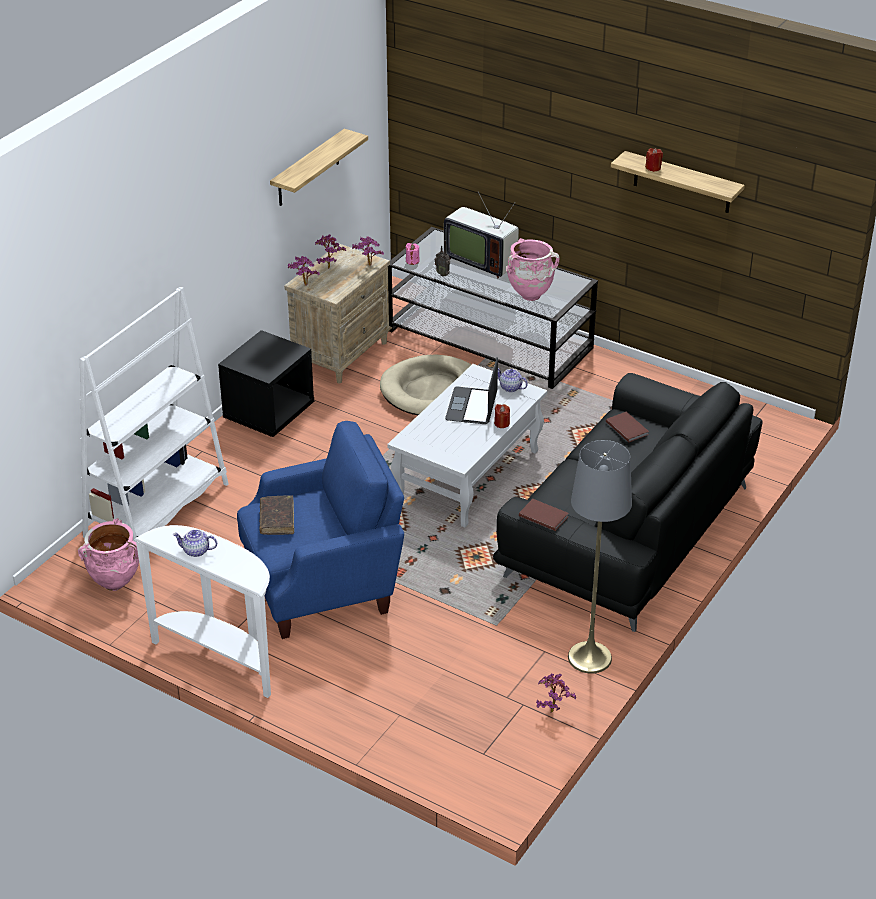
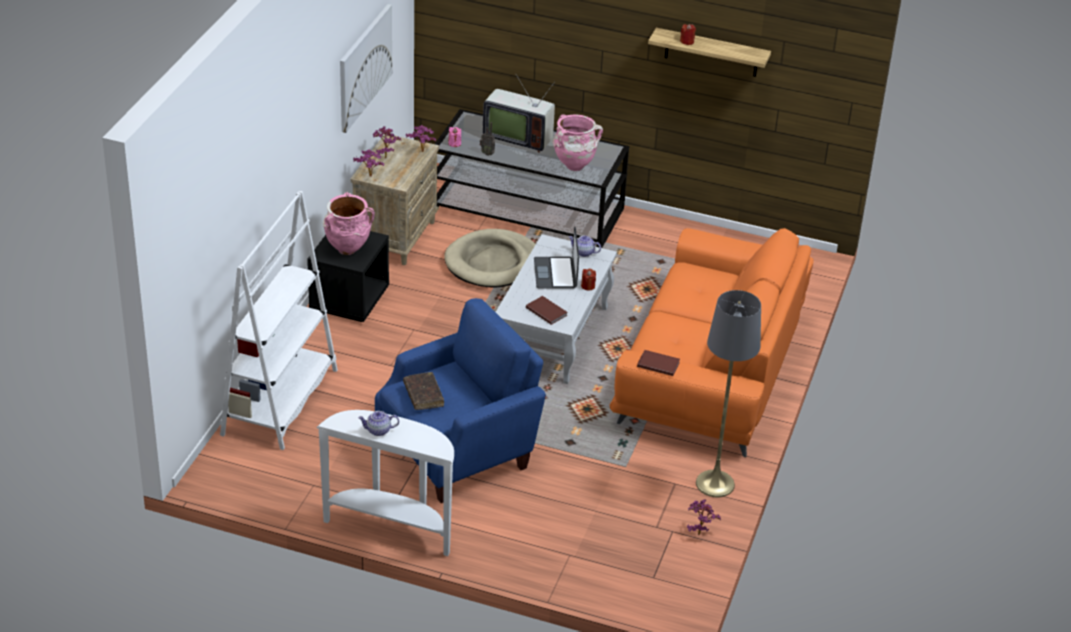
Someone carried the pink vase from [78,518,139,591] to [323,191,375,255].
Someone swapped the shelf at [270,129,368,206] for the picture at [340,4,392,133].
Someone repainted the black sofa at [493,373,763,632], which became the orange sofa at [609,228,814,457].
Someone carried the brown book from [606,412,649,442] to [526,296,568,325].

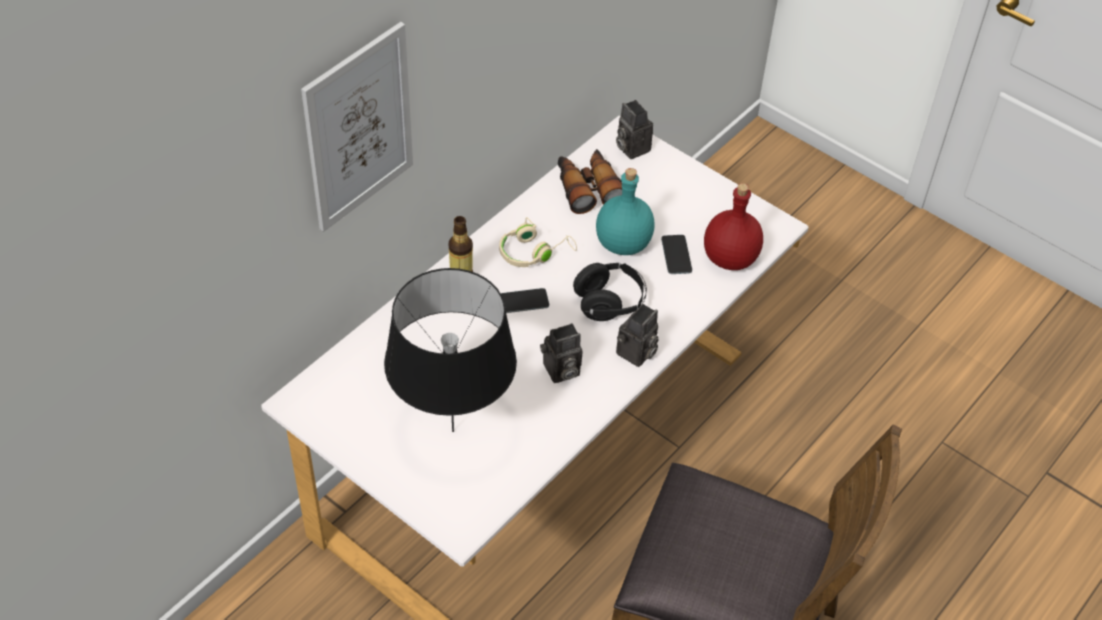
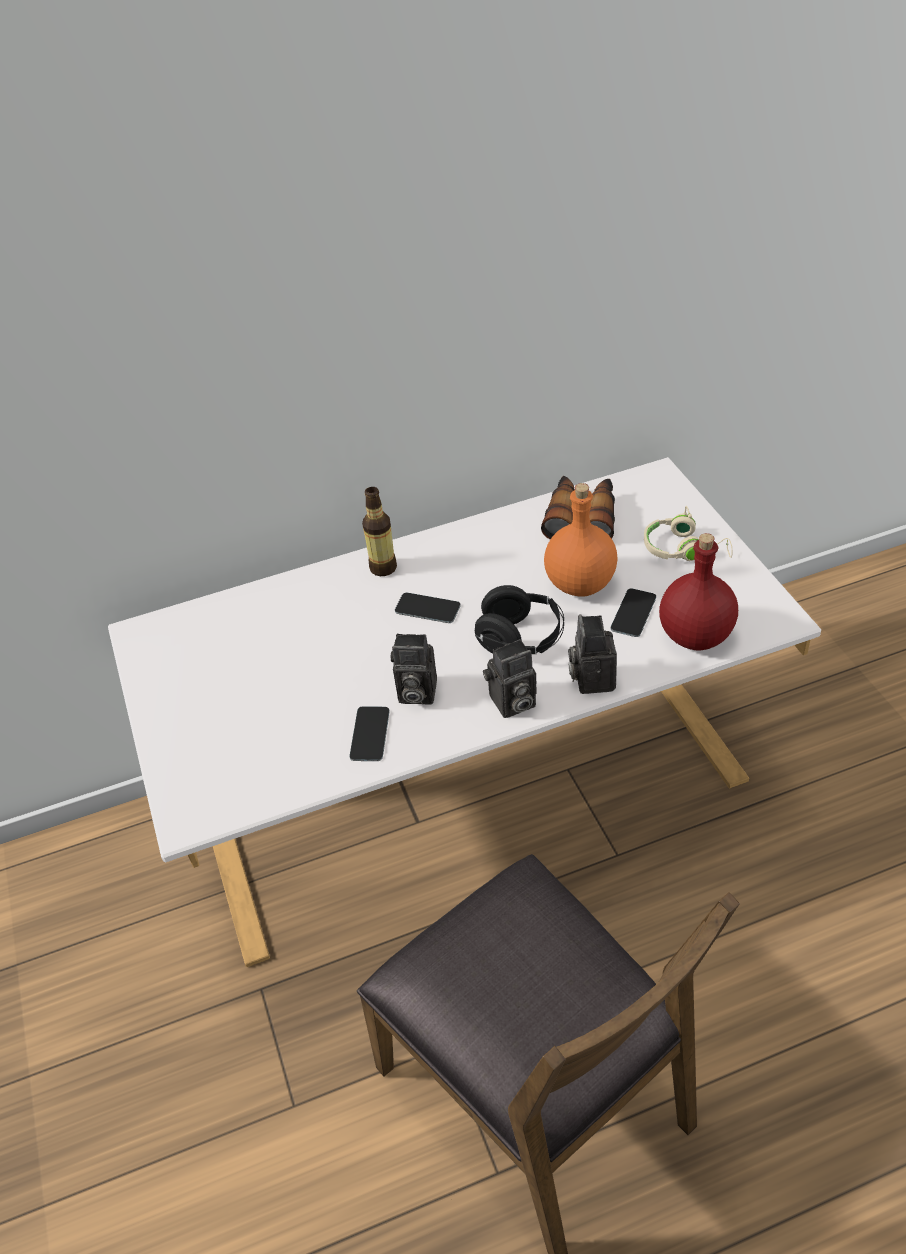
Someone took away the picture at [301,22,413,232].
Someone took away the black table lamp at [384,268,517,432].
Someone carried the beige headphones from [499,217,577,267] to [644,506,732,561].
Someone repainted the turquoise bottle at [596,168,654,255], which became the orange bottle at [544,483,618,597].
Someone carried the photo camera from [616,100,653,159] to [568,614,617,694].
Someone put down the phone at [349,706,390,761].

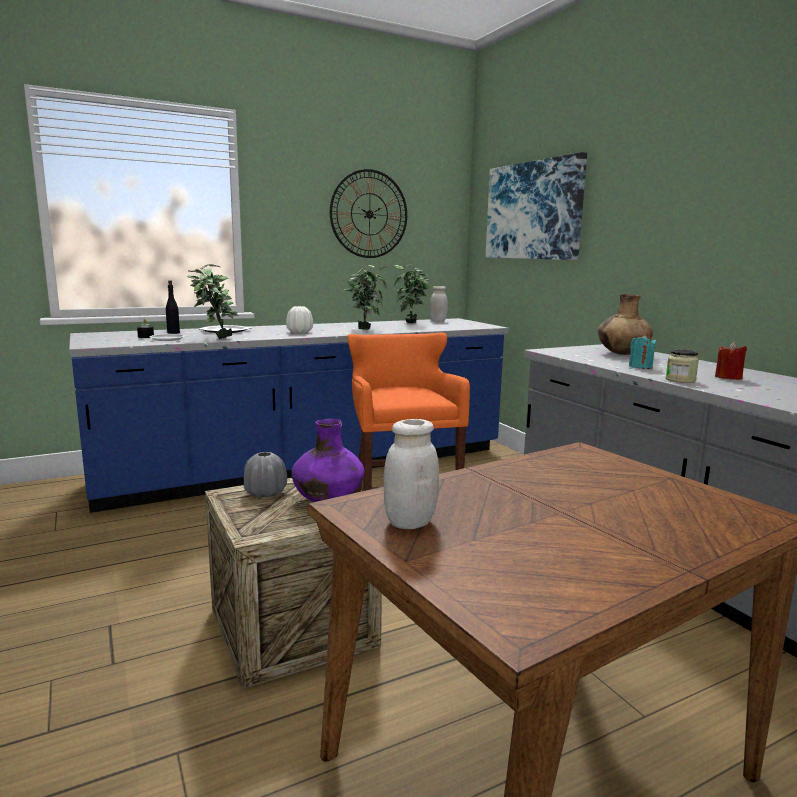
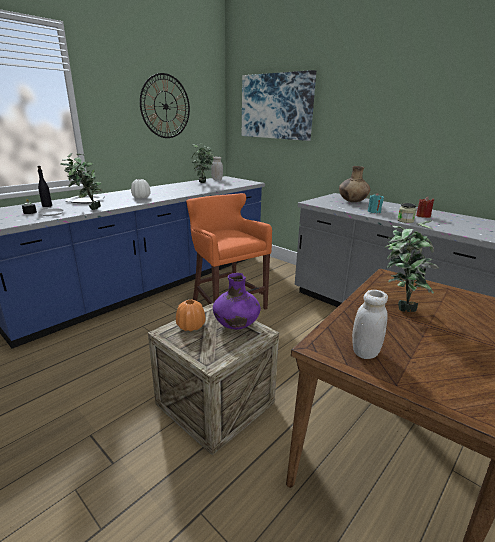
Someone repainted the grey vase at [244,452,287,498], which became the orange vase at [176,300,206,331].
Someone carried the potted plant from [344,265,388,330] to [385,220,439,312].

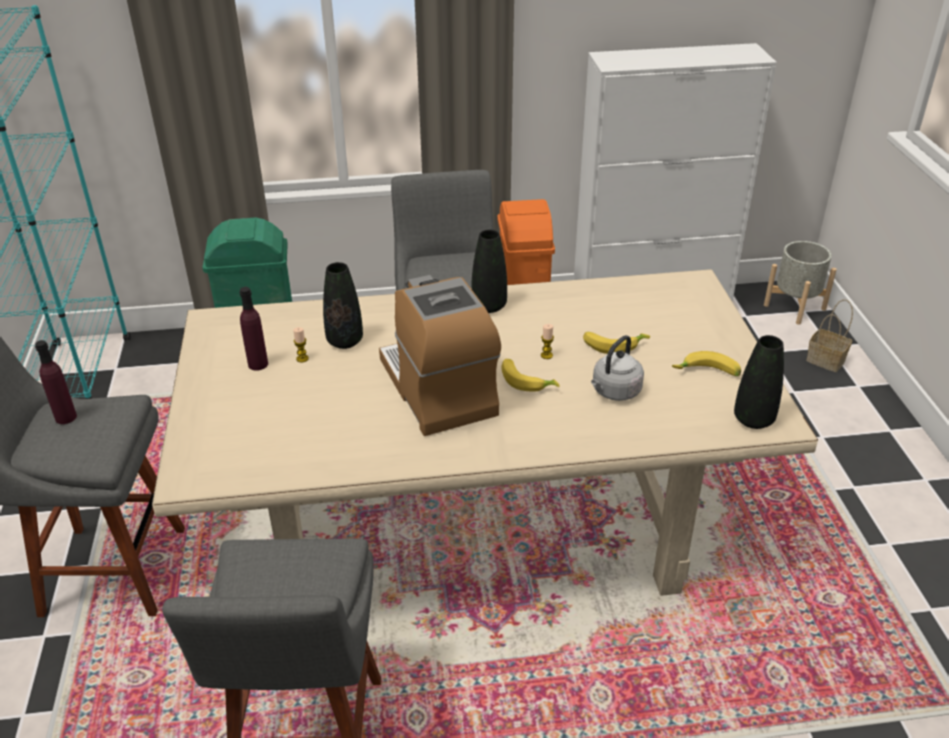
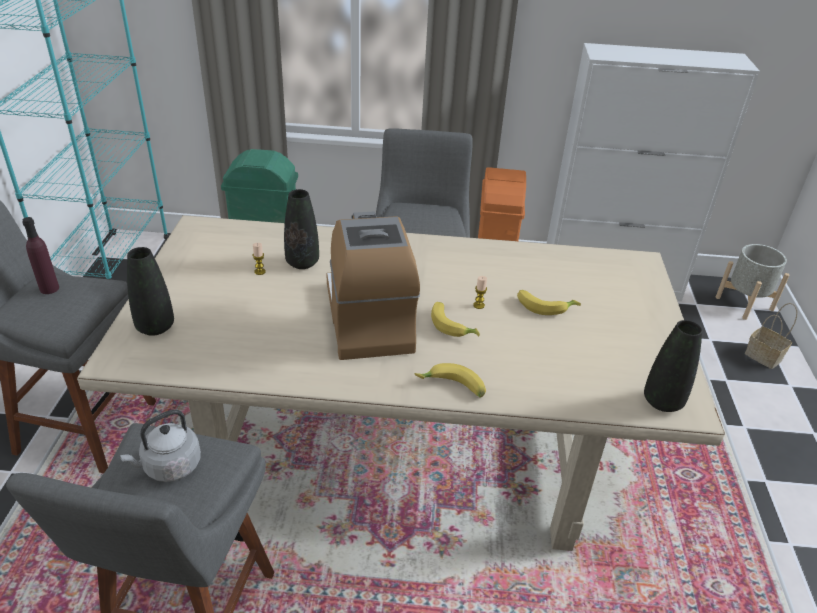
Someone took away the purple bottle at [240,287,268,371].
Someone carried the black vase from [471,229,507,313] to [127,247,174,336].
Someone carried the grey kettle from [591,335,644,401] to [120,409,201,482].
Someone carried the banana from [672,351,741,376] to [415,363,486,398].

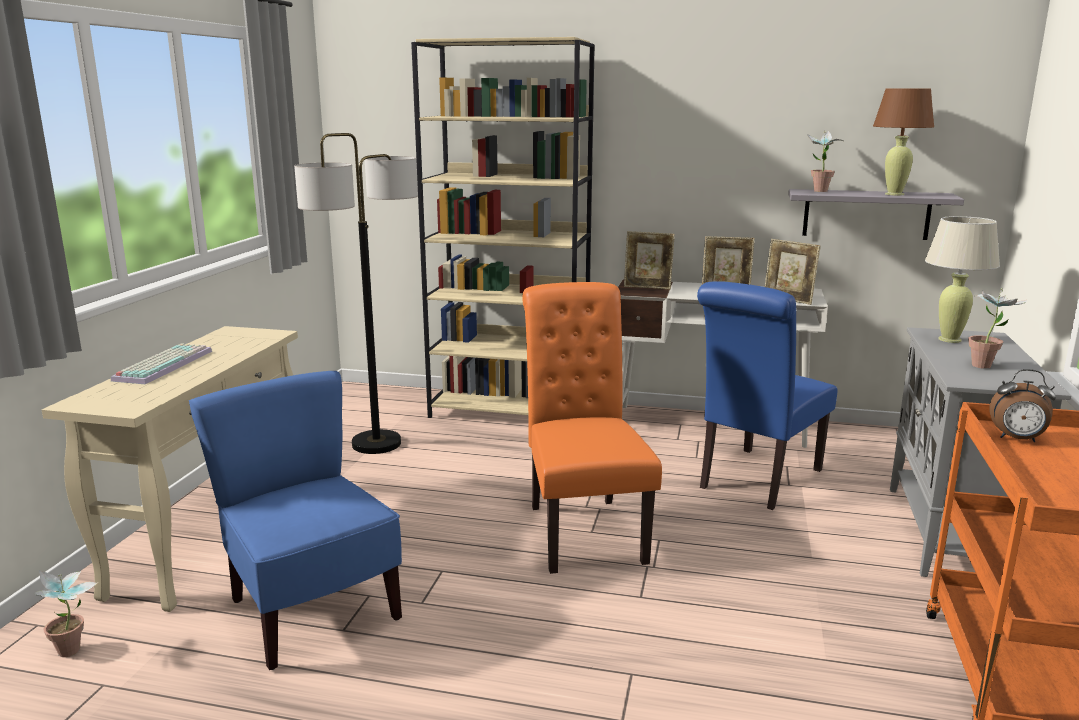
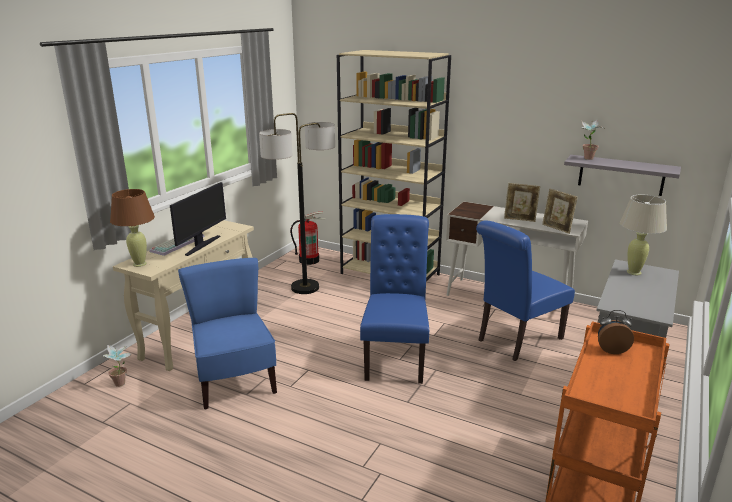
Someone repainted the orange chair at [522,282,662,574], which became the blue chair at [360,214,429,384].
Someone took away the picture frame at [624,231,675,289].
Someone carried the brown table lamp from [873,88,934,196] to [110,189,155,267].
Someone took away the potted plant at [968,288,1027,369].
Someone rotated the alarm clock at [989,369,1056,442] by 150 degrees clockwise.
Someone put down the monitor at [170,182,226,256].
Someone put down the fire extinguisher at [290,212,326,265].

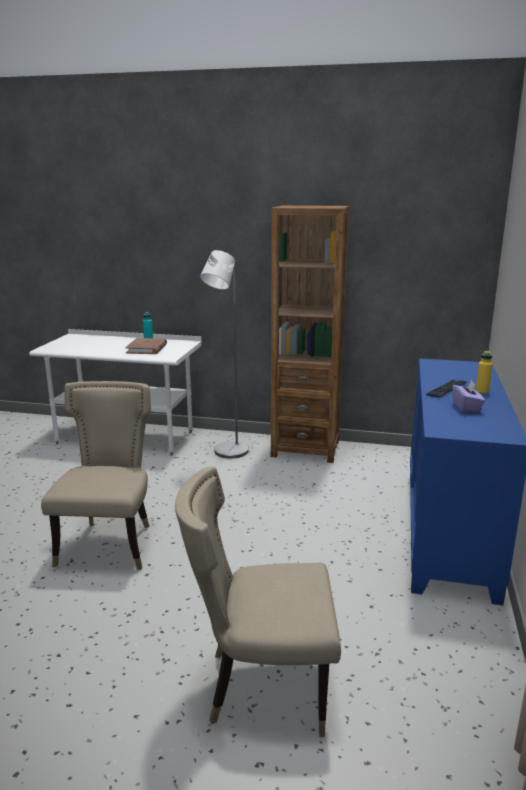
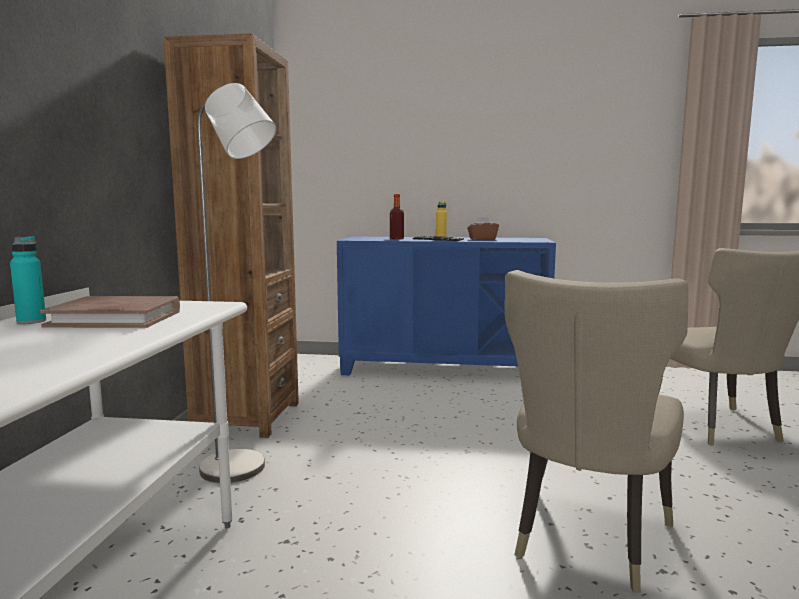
Someone rotated the beige chair at [41,381,151,570] by 60 degrees counterclockwise.
Someone repainted the purple tissue box at [452,380,485,413], which became the brown tissue box at [467,217,499,240].
Someone put down the bottle at [390,194,404,239].

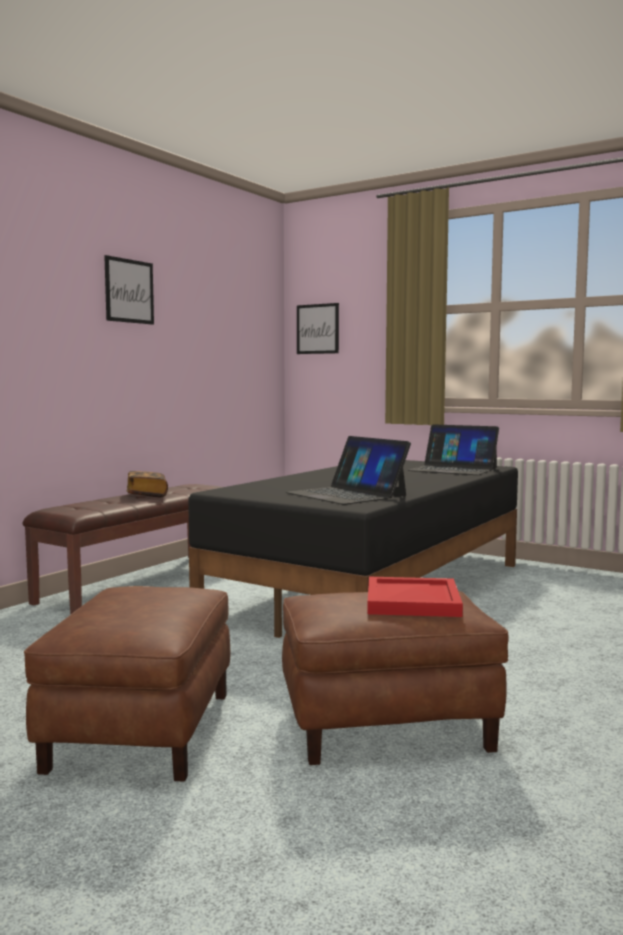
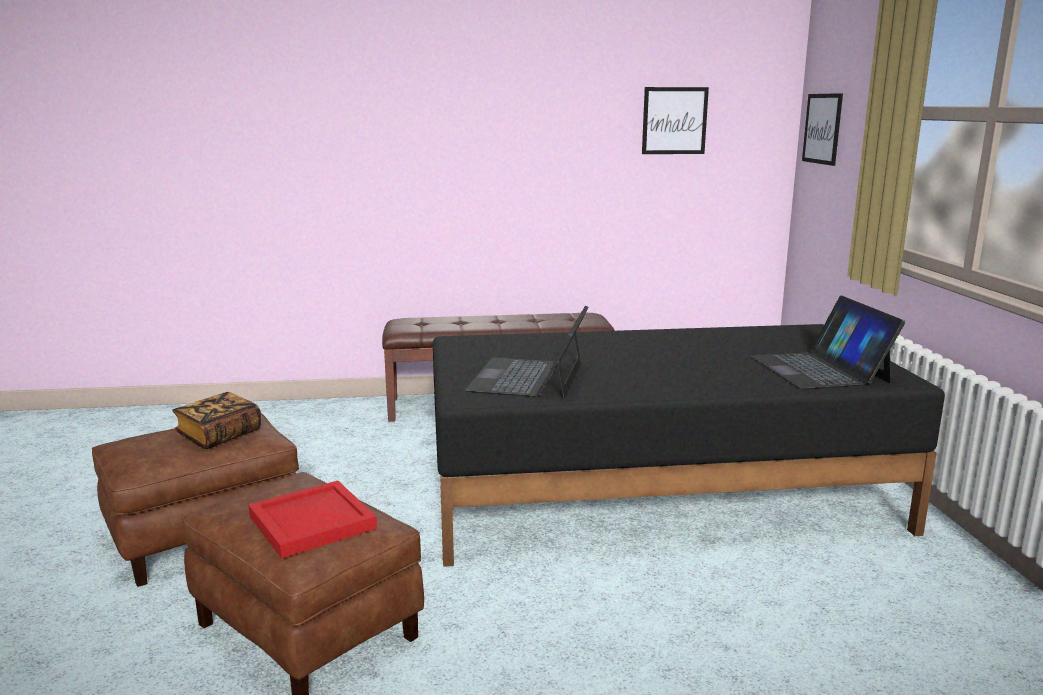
Someone carried the picture from [104,255,154,325] to [642,87,709,154].
Someone carried the book from [127,471,168,498] to [172,392,261,449].

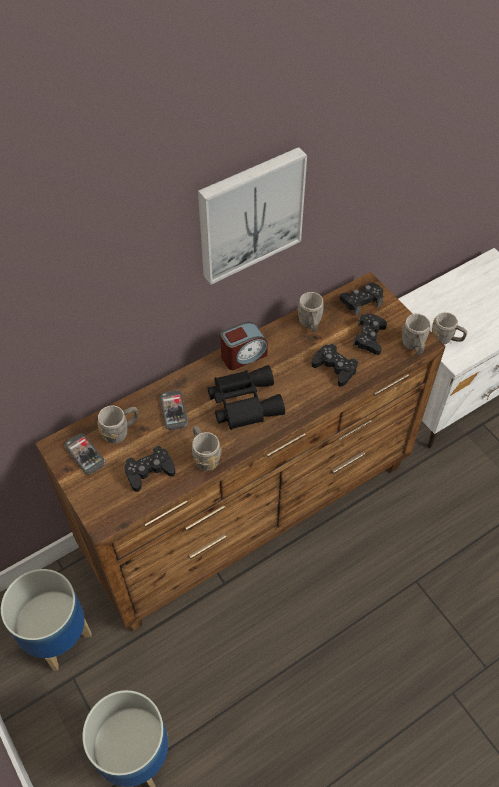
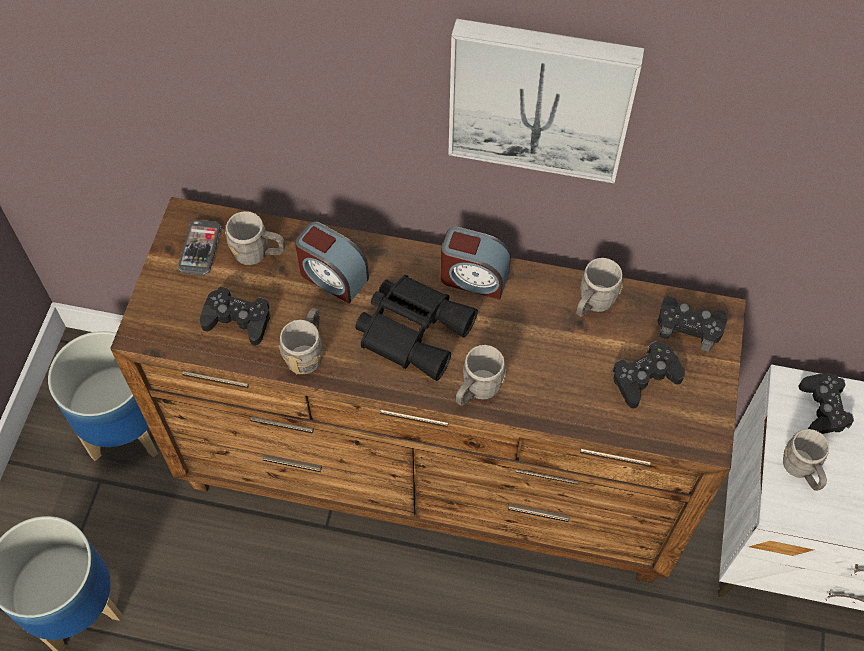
Someone swapped the phone at [160,390,188,430] for the alarm clock at [295,222,369,304].
Someone carried the black game controller from [311,344,358,387] to [798,373,854,434].
Someone carried the grey mug from [402,314,430,355] to [456,345,506,406].

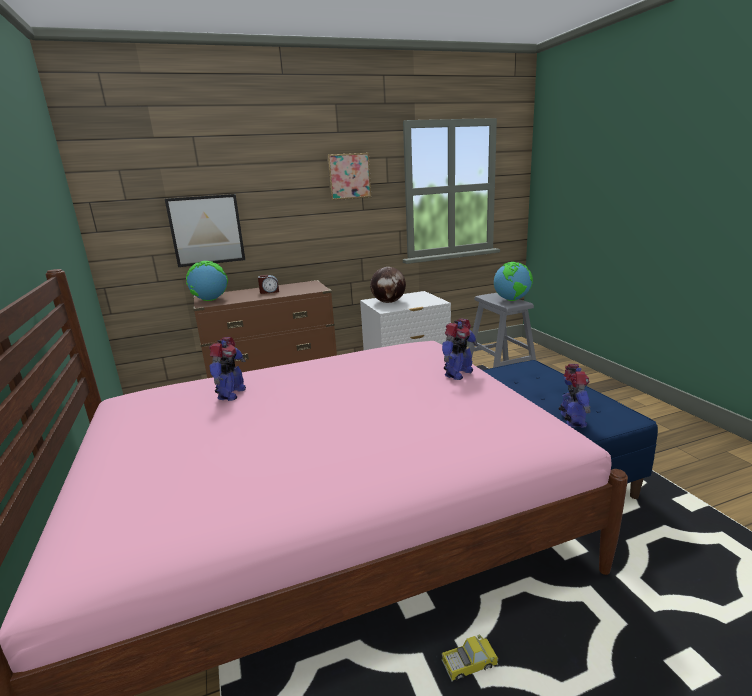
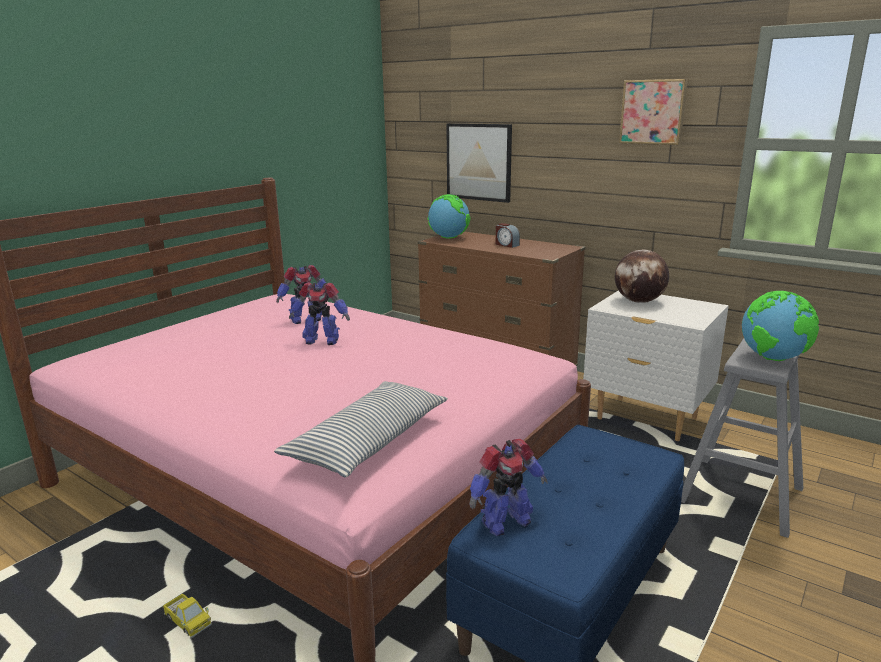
Someone carried the toy robot from [442,319,478,380] to [289,282,350,345].
Someone put down the pillow at [274,381,448,477].

